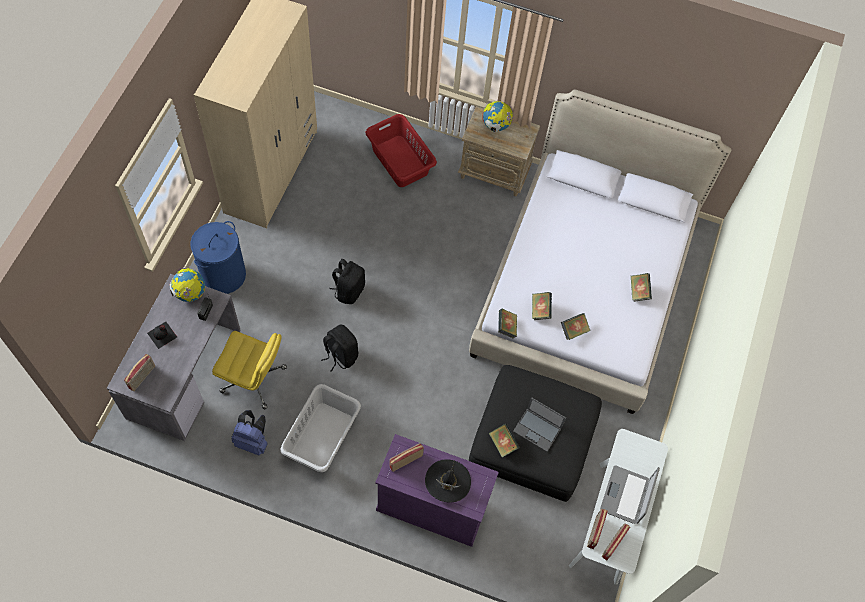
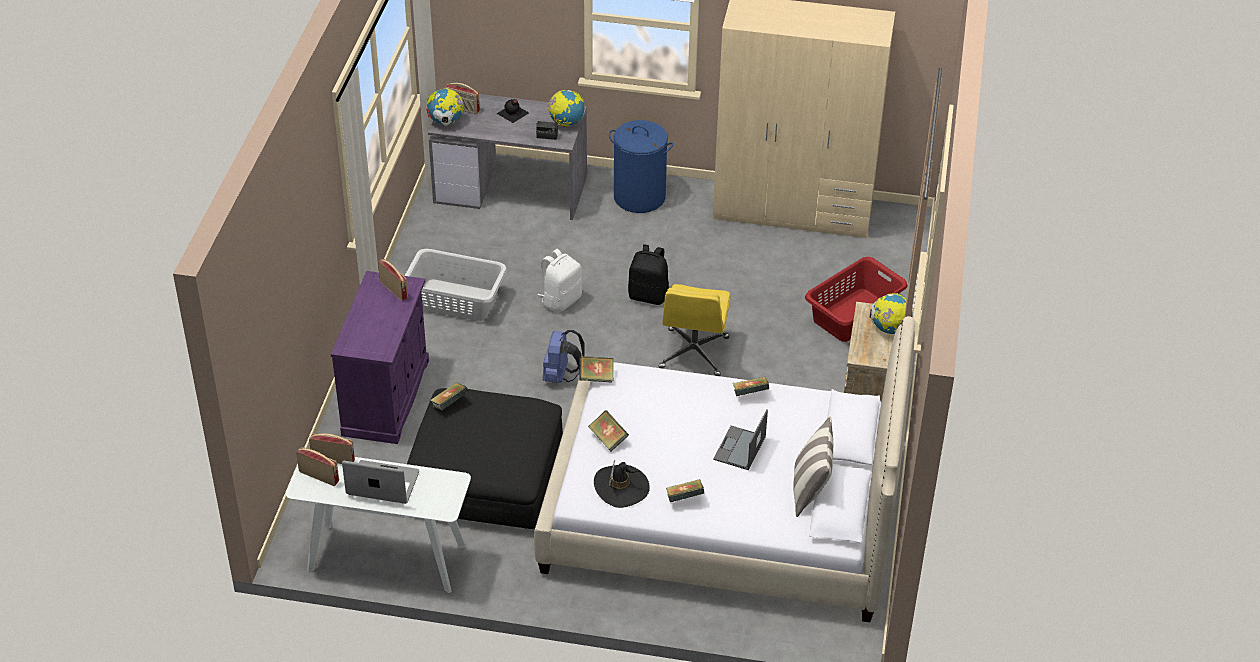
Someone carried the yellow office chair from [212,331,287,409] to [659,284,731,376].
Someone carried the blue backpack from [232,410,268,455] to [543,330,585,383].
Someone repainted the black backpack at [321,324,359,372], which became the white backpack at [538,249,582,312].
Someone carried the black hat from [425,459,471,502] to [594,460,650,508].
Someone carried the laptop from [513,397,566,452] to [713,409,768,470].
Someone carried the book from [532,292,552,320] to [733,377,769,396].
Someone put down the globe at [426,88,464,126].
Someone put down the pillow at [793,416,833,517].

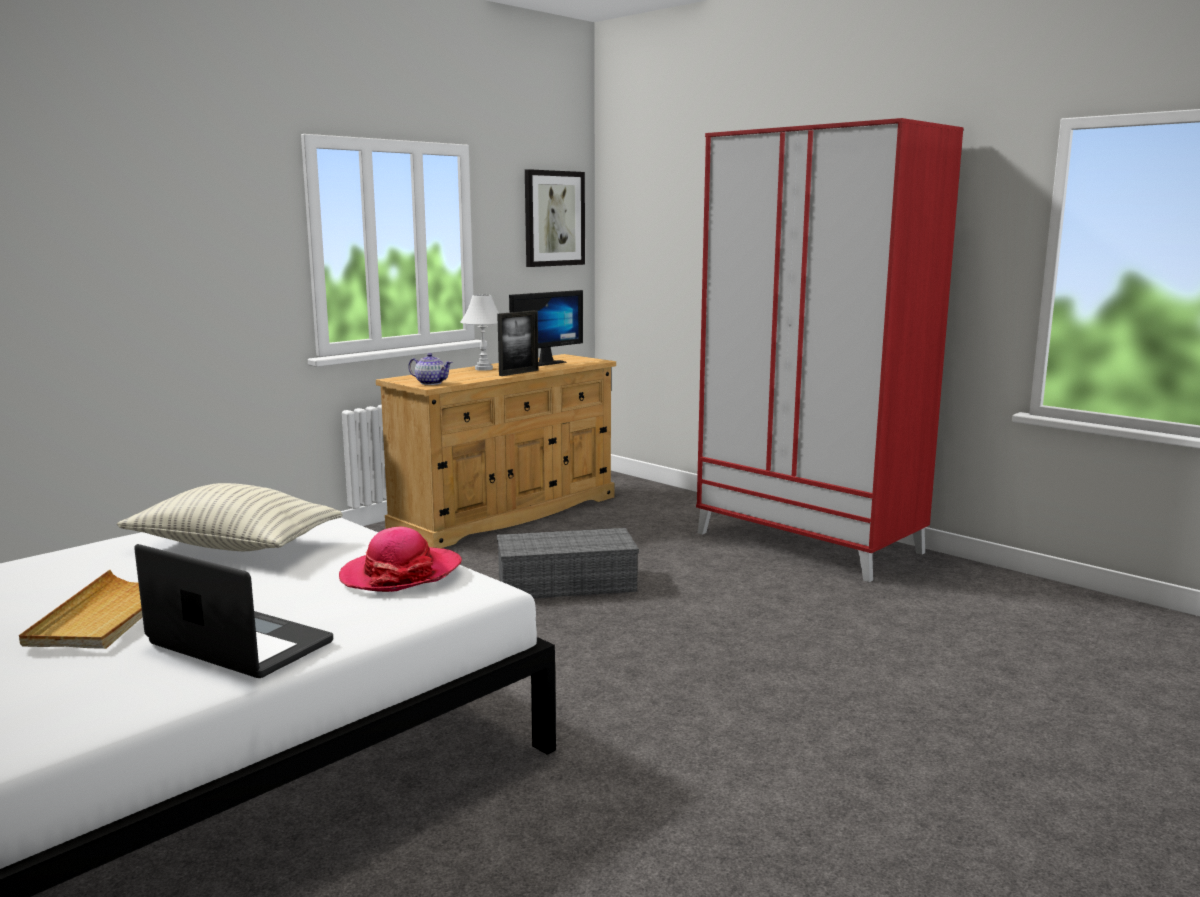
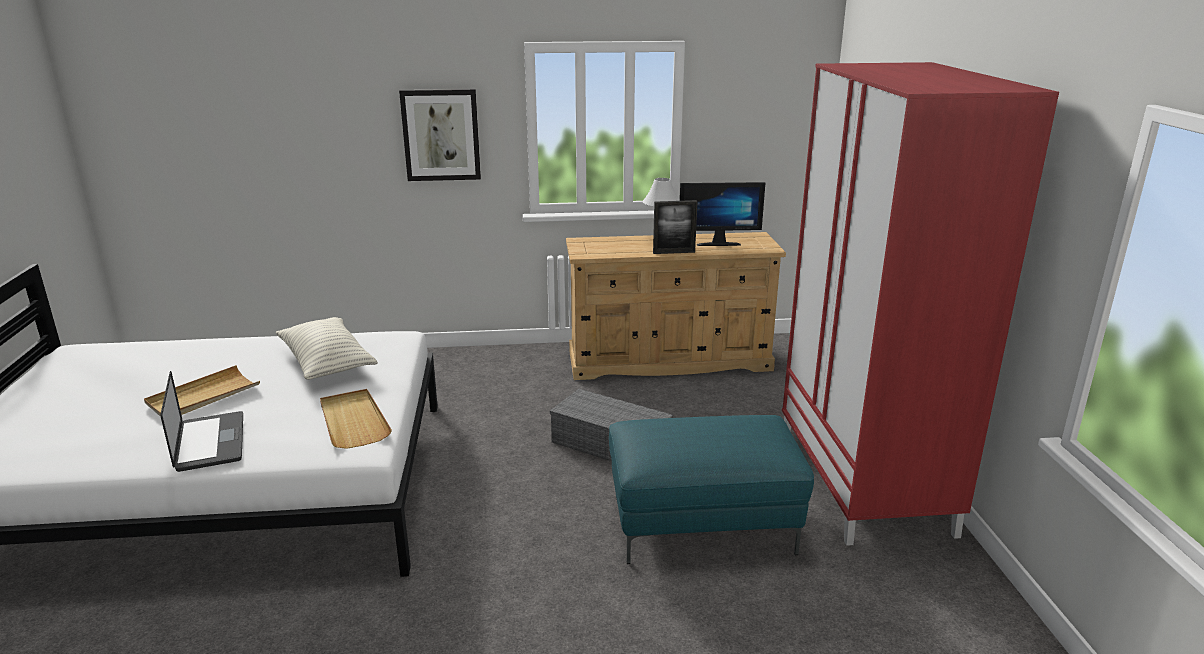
Someone swapped the hat at [339,526,462,592] for the beige tray at [320,389,392,449].
Someone took away the teapot at [408,353,452,385].
Someone carried the picture from [525,169,585,267] to [399,89,481,181].
Someone put down the turquoise ottoman at [609,415,814,564].

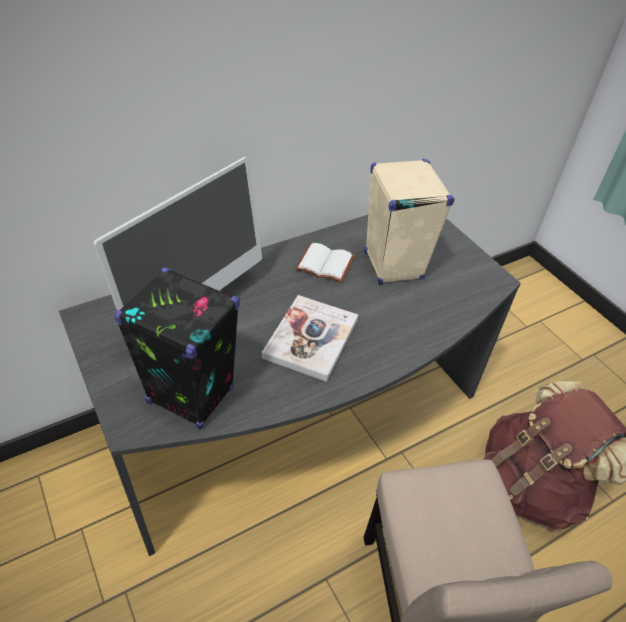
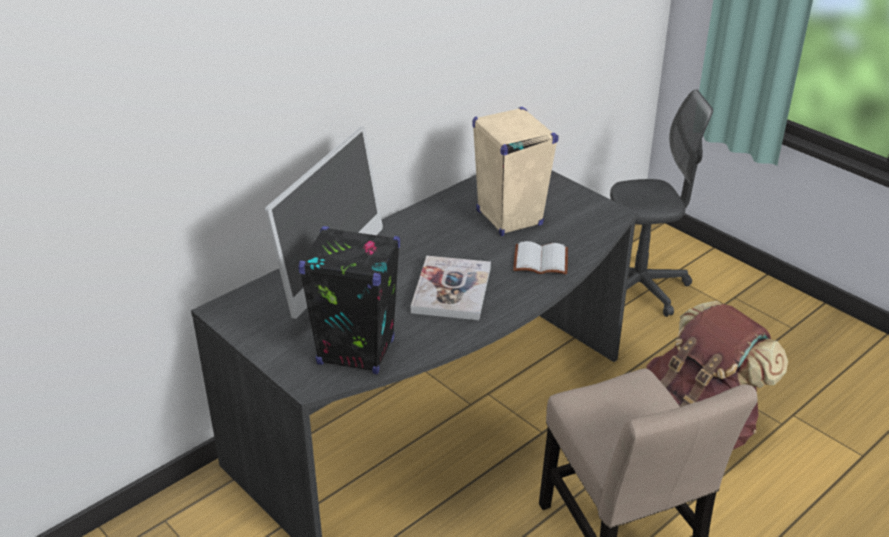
Someone carried the white book from [295,243,355,283] to [513,241,568,275].
Someone put down the grey office chair at [610,90,713,317].

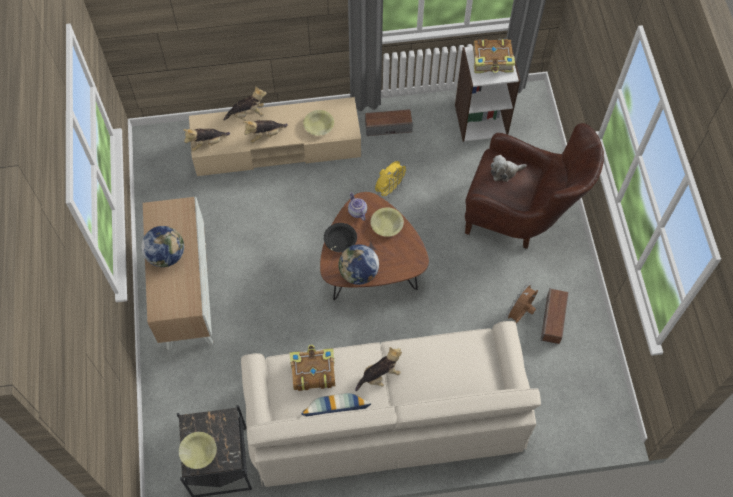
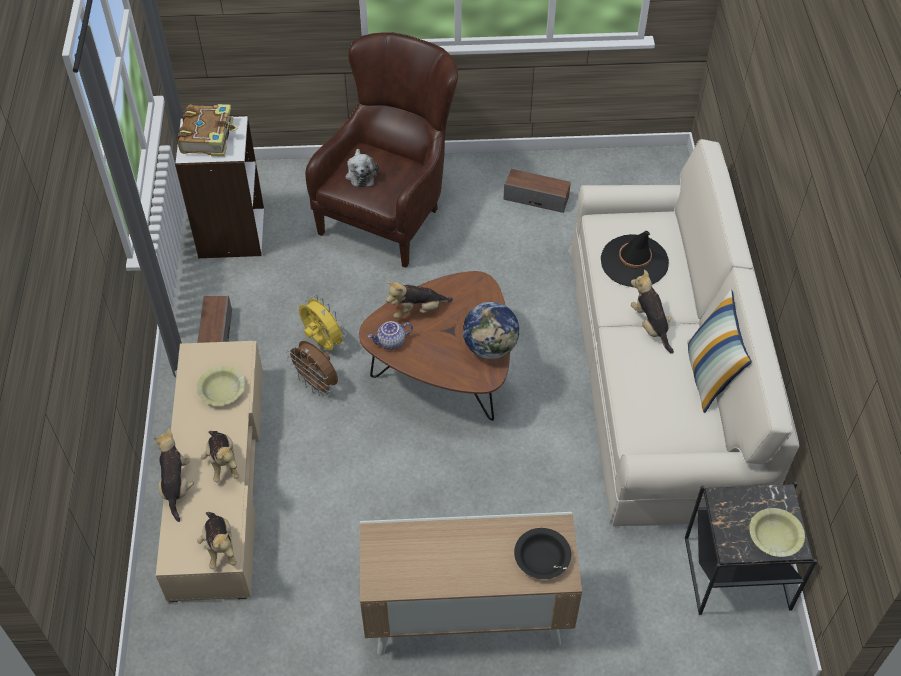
Someone took away the globe at [141,226,184,267].
Someone took away the book at [289,344,335,391].
Someone carried the black bowl from [324,223,357,252] to [514,528,571,579].
Someone swapped the yellow bowl at [370,207,404,237] for the plush toy at [386,281,453,319].
Someone carried the brown fan from [505,282,538,323] to [285,341,338,396].
Someone put down the black hat at [601,231,669,287].

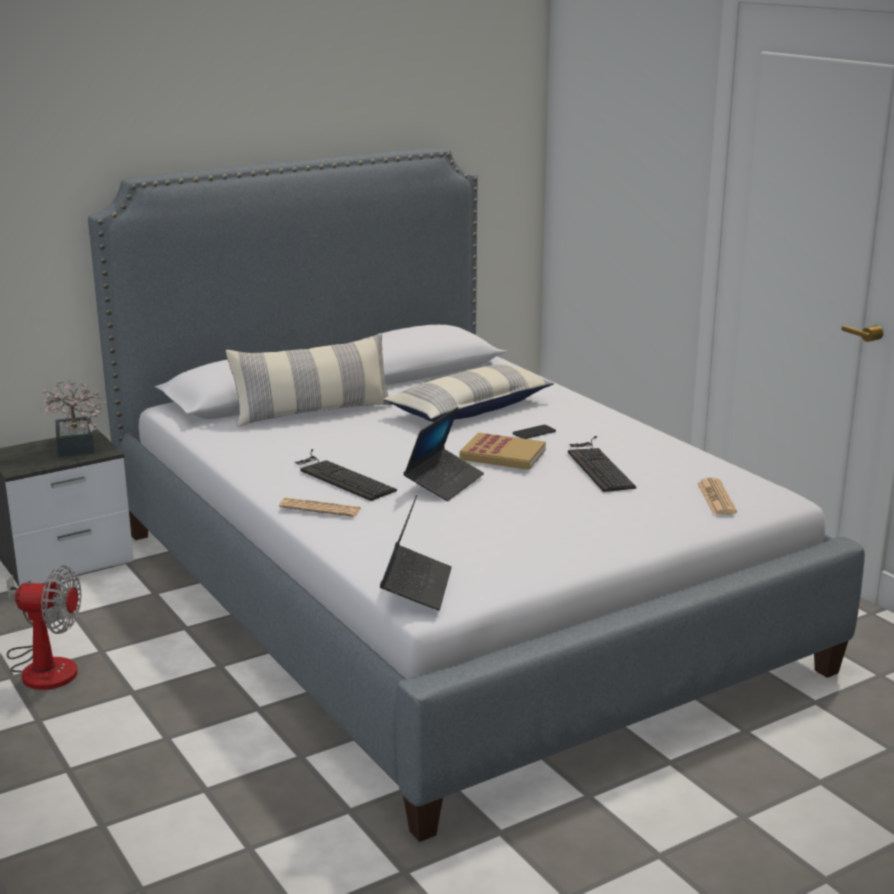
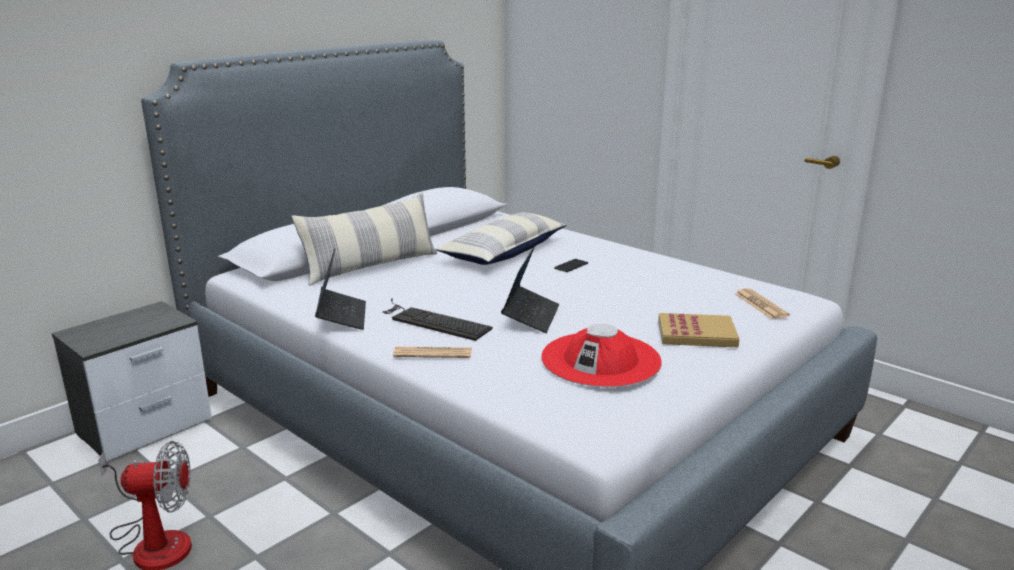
Someone took away the potted plant at [40,380,107,457].
Someone carried the laptop from [380,495,452,611] to [315,248,366,330].
Someone carried the book from [459,433,546,470] to [658,313,739,347].
Someone took away the keyboard at [568,436,636,492].
Someone put down the red hat at [541,324,662,387].

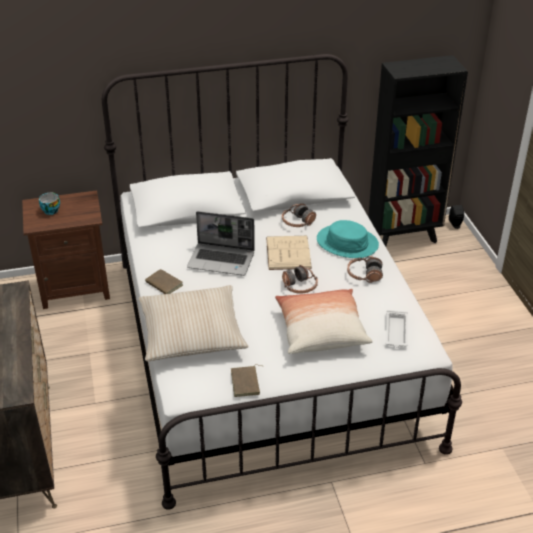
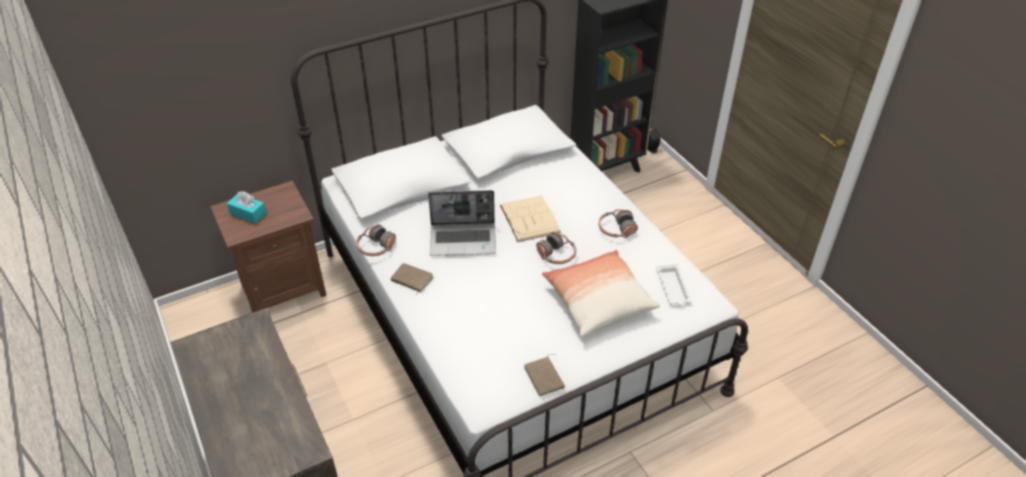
Someone swapped the cup at [39,193,60,215] for the turquoise tissue box at [227,191,266,224].
Someone took away the beige pillow at [138,285,249,361].
Someone carried the headphones from [282,203,316,227] to [356,225,396,256].
Someone took away the turquoise hat at [317,220,379,258].

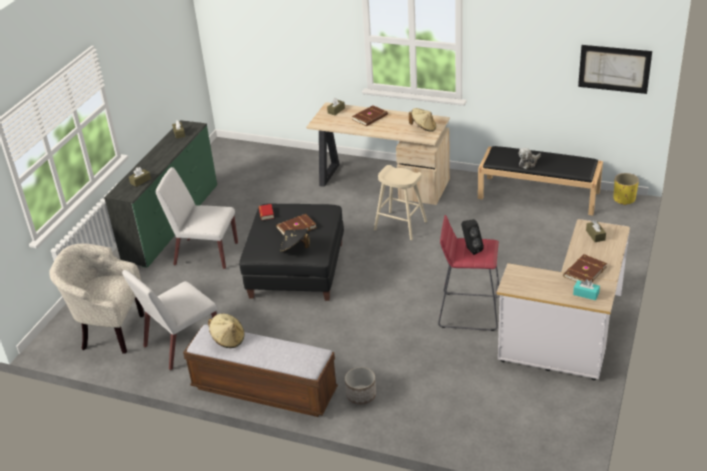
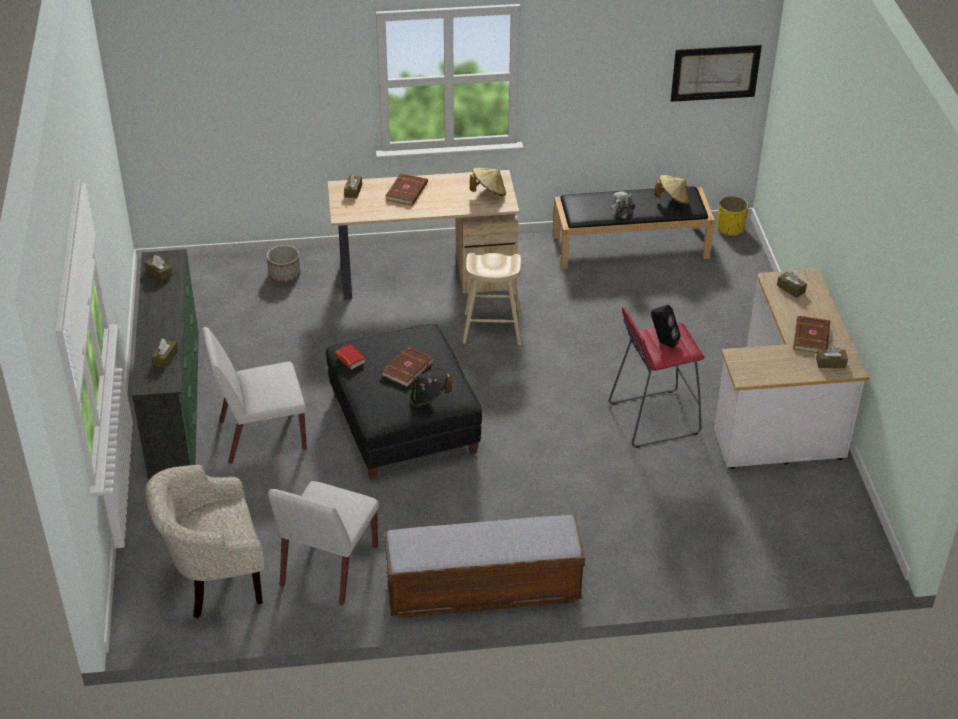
Someone carried the beige hat from [208,313,245,348] to [655,175,689,205].
Someone carried the planter from [345,367,376,405] to [267,245,300,283].
Someone repainted the turquoise tissue box at [573,279,600,300], which became the brown tissue box at [816,346,848,368].

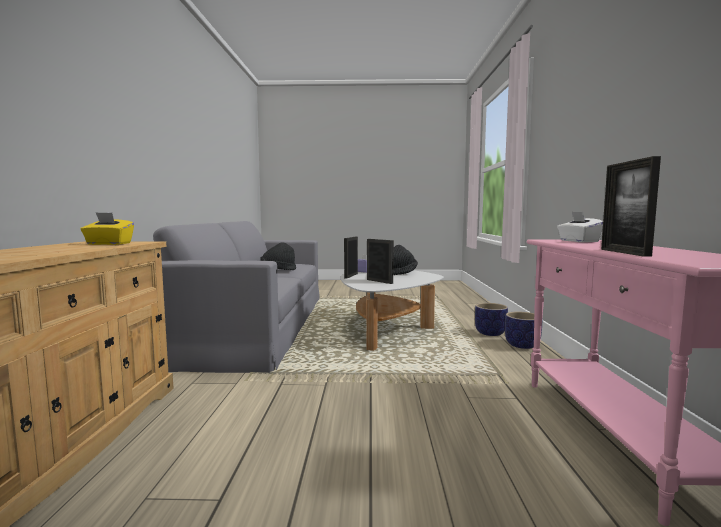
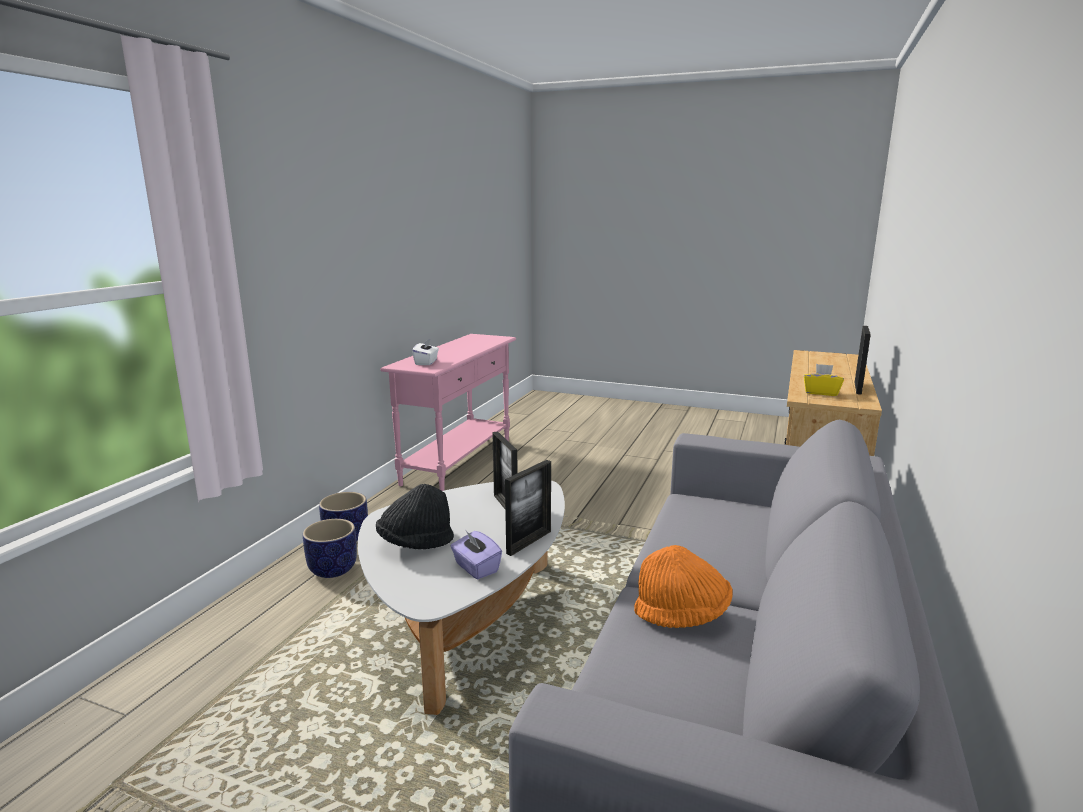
Someone repainted the black hat at [260,242,296,270], which became the orange hat at [634,545,733,628].
Someone carried the picture frame from [601,156,661,257] to [855,326,871,395].

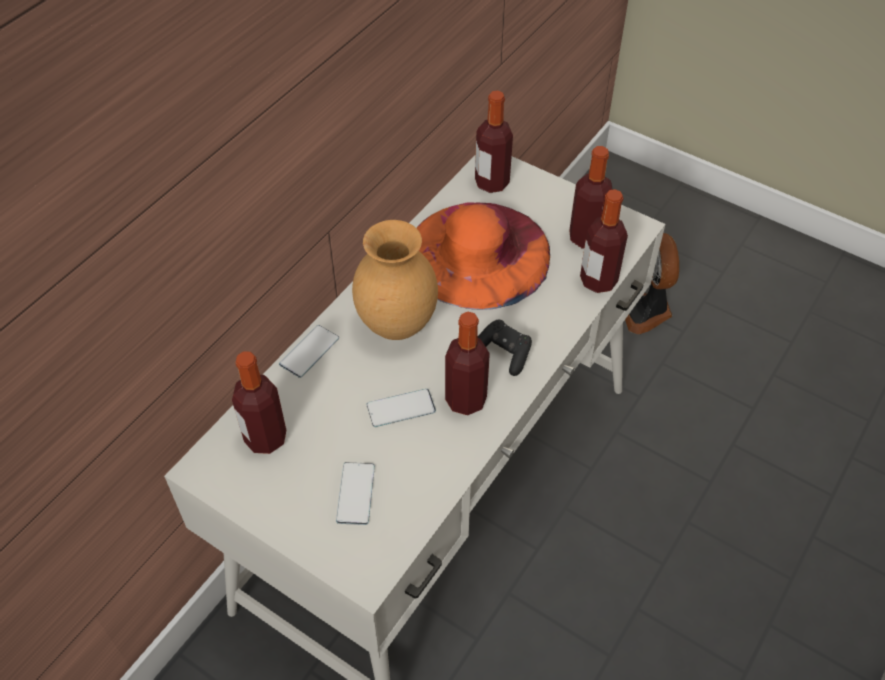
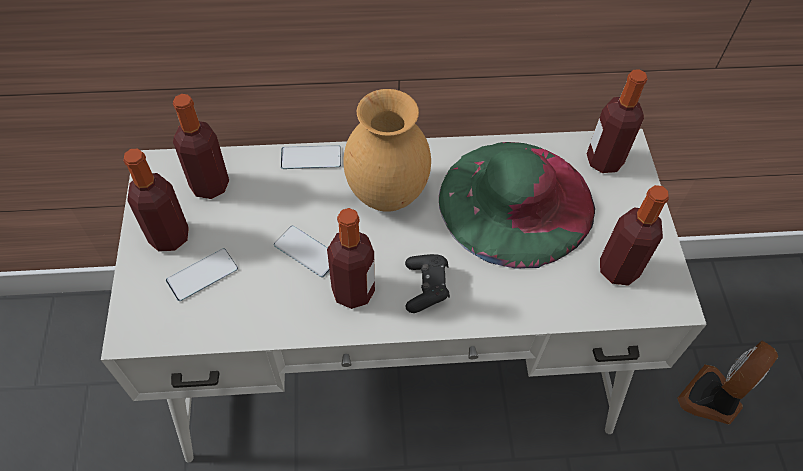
Someone repainted the orange hat at [417,202,550,310], which became the green hat at [439,142,595,269].
Someone carried the bottle from [580,189,628,293] to [124,149,189,252].

